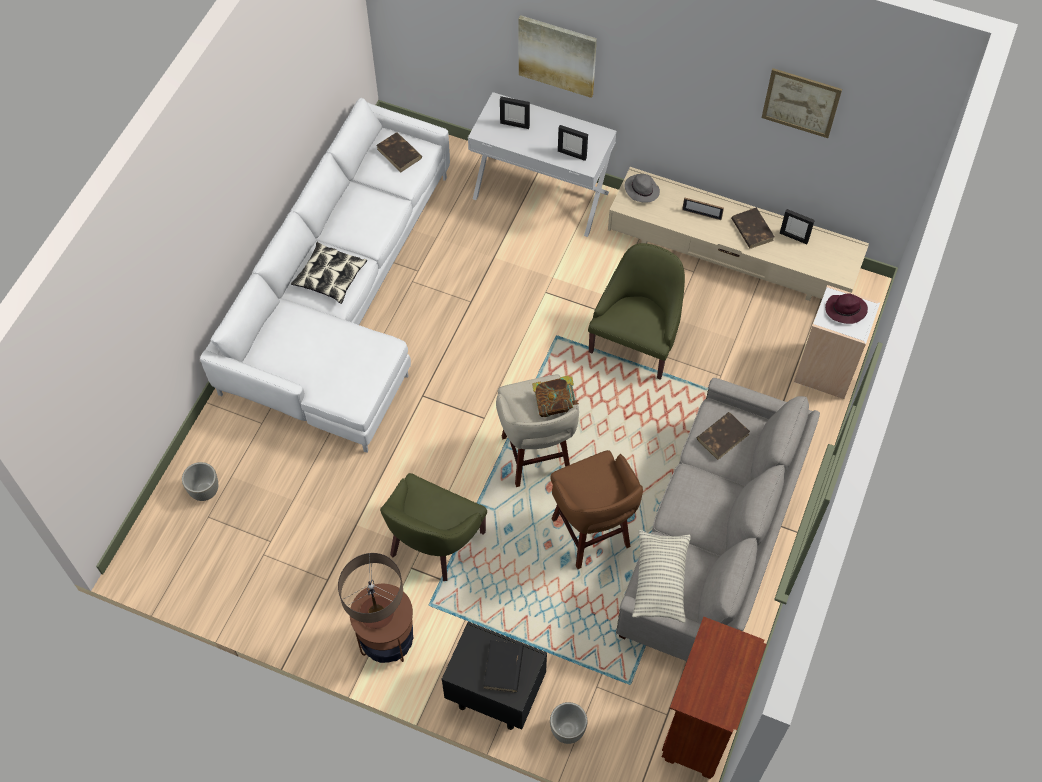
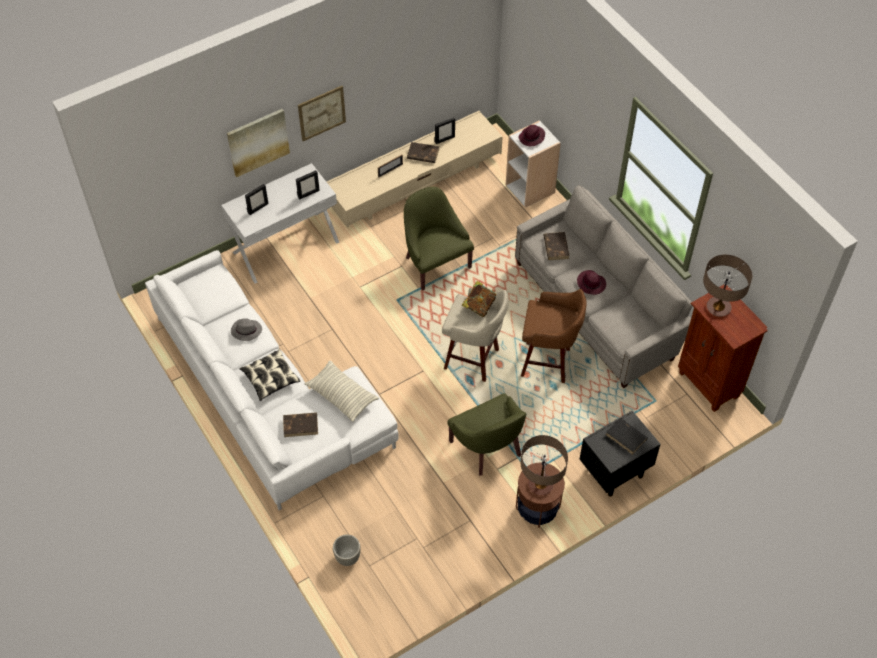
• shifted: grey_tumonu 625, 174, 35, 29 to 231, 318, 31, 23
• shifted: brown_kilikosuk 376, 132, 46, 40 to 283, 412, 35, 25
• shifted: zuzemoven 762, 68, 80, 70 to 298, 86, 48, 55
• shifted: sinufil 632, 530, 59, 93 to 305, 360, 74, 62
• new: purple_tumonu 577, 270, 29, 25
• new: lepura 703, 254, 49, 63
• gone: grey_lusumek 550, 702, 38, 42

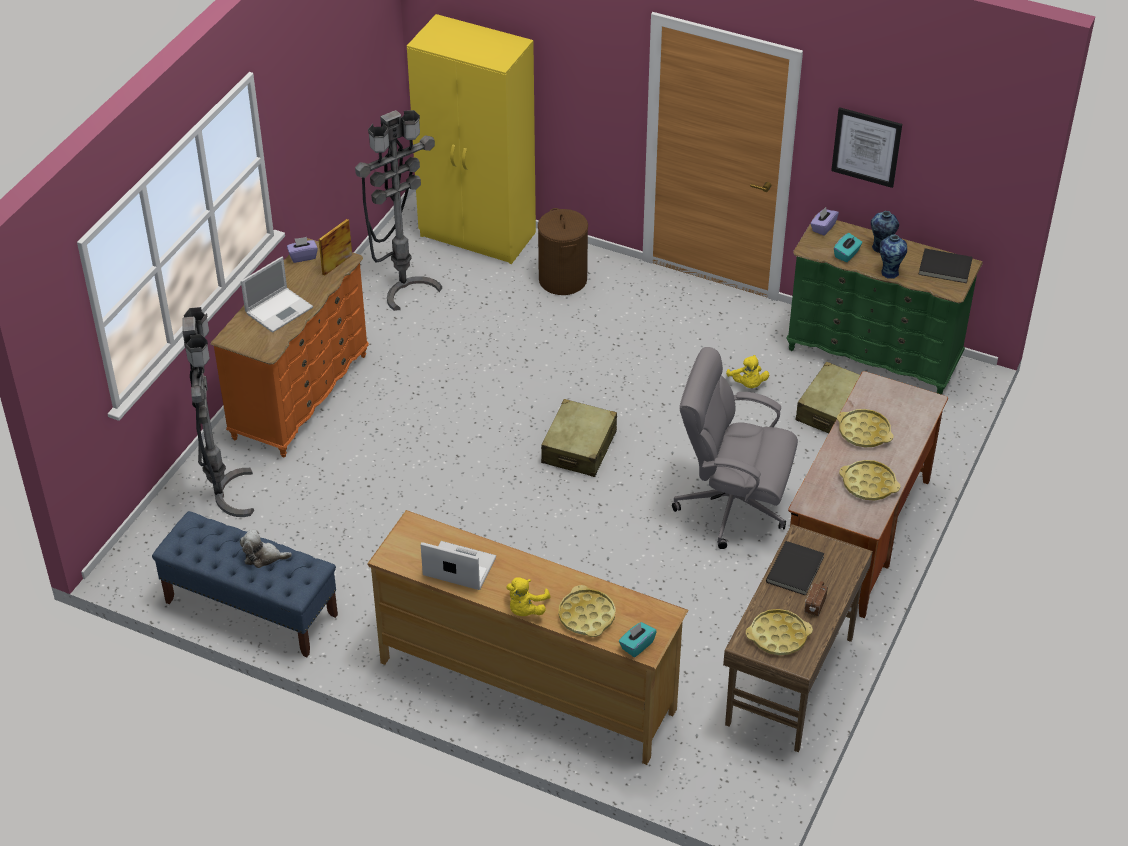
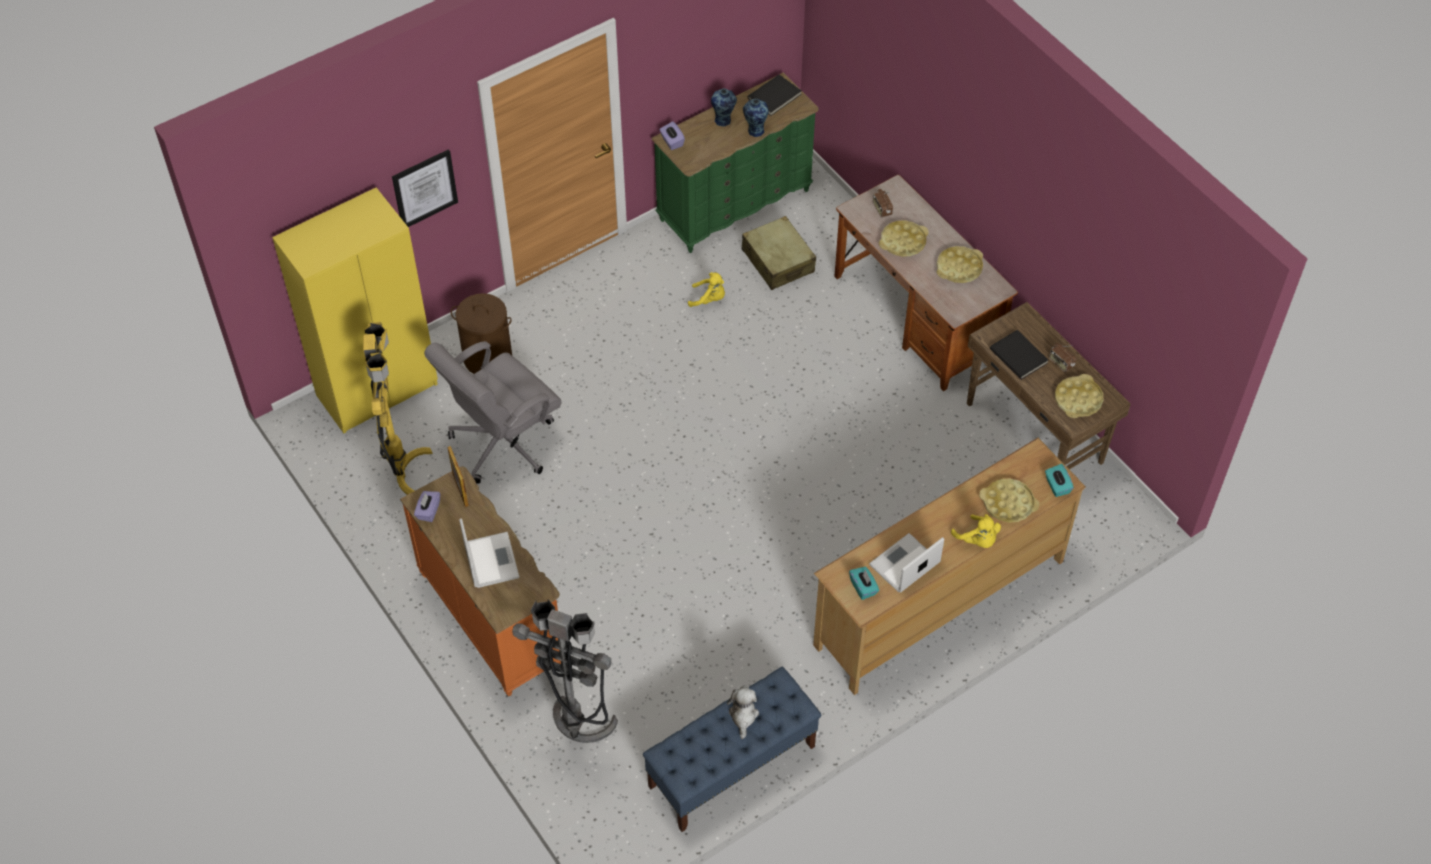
• repainted: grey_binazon 355, 110, 87, 201 to yellow_binazon 363, 322, 70, 173
• shifted: zuzemoven 831, 107, 71, 81 to 392, 149, 66, 78
• shifted: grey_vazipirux 672, 347, 126, 202 to 424, 341, 138, 143
• rotated: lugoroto 240, 530, 52, 38 = 727, 686, 32, 53 150 degrees clockwise
• shifted: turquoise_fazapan 834, 233, 28, 29 to 849, 567, 30, 33
• new: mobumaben 873, 189, 20, 28
• gone: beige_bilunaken 541, 399, 76, 78

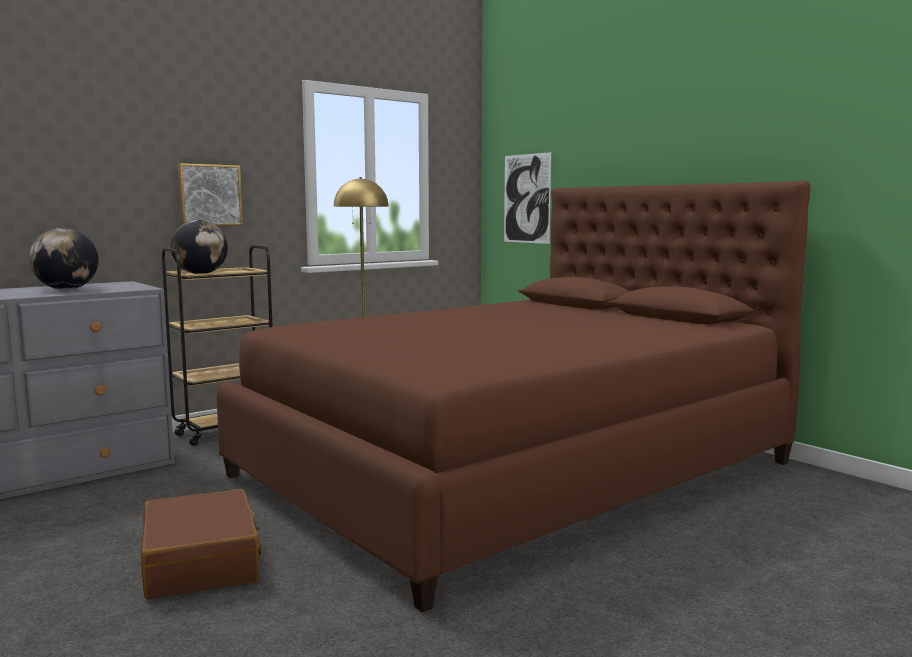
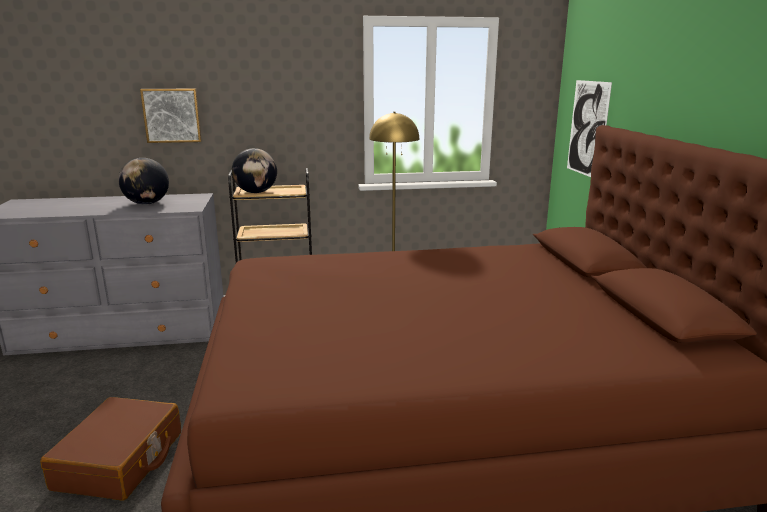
• shifted: zuzemoven 178, 163, 65, 63 to 140, 89, 62, 54

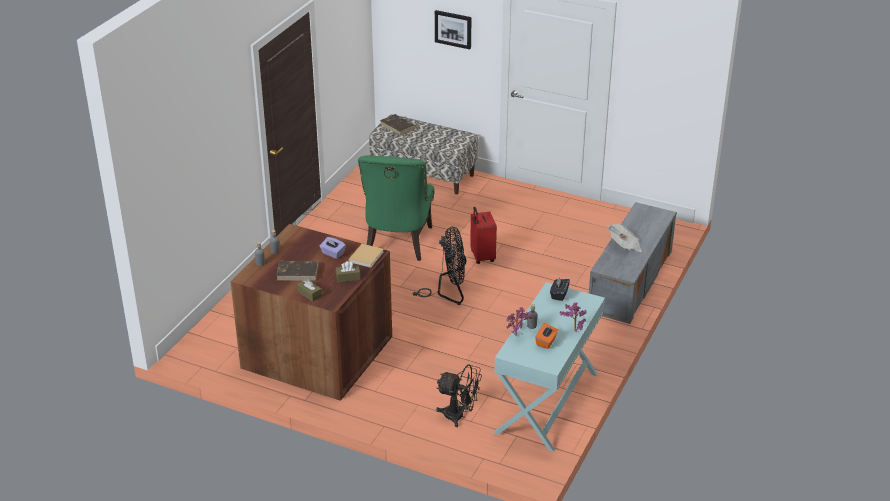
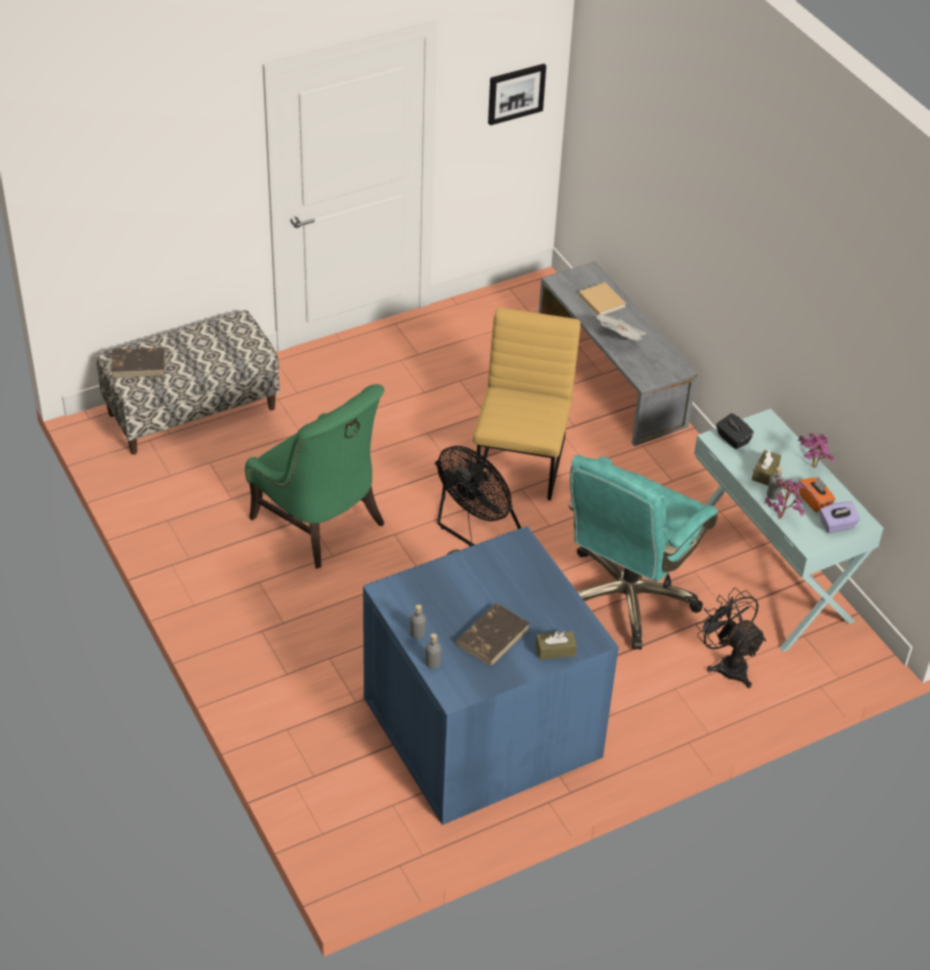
• repainted: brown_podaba 230, 224, 162, 177 to blue_podaba 363, 526, 256, 299
• new: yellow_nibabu 473, 308, 108, 192
• shifted: zuzemoven 435, 10, 36, 39 to 488, 64, 58, 61
• new: turquoise_vazipirux 569, 455, 149, 195
• shifted: beige_kilikosuk 349, 244, 35, 24 to 579, 282, 47, 33
• rotated: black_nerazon 436, 364, 46, 63 = 696, 588, 70, 100 90 degrees counterclockwise
• shifted: brown_fazapan 336, 261, 24, 21 to 752, 450, 29, 36
• shifted: purple_fazapan 319, 237, 27, 22 to 820, 502, 40, 31
• gone: red_bilunaken 470, 207, 27, 57

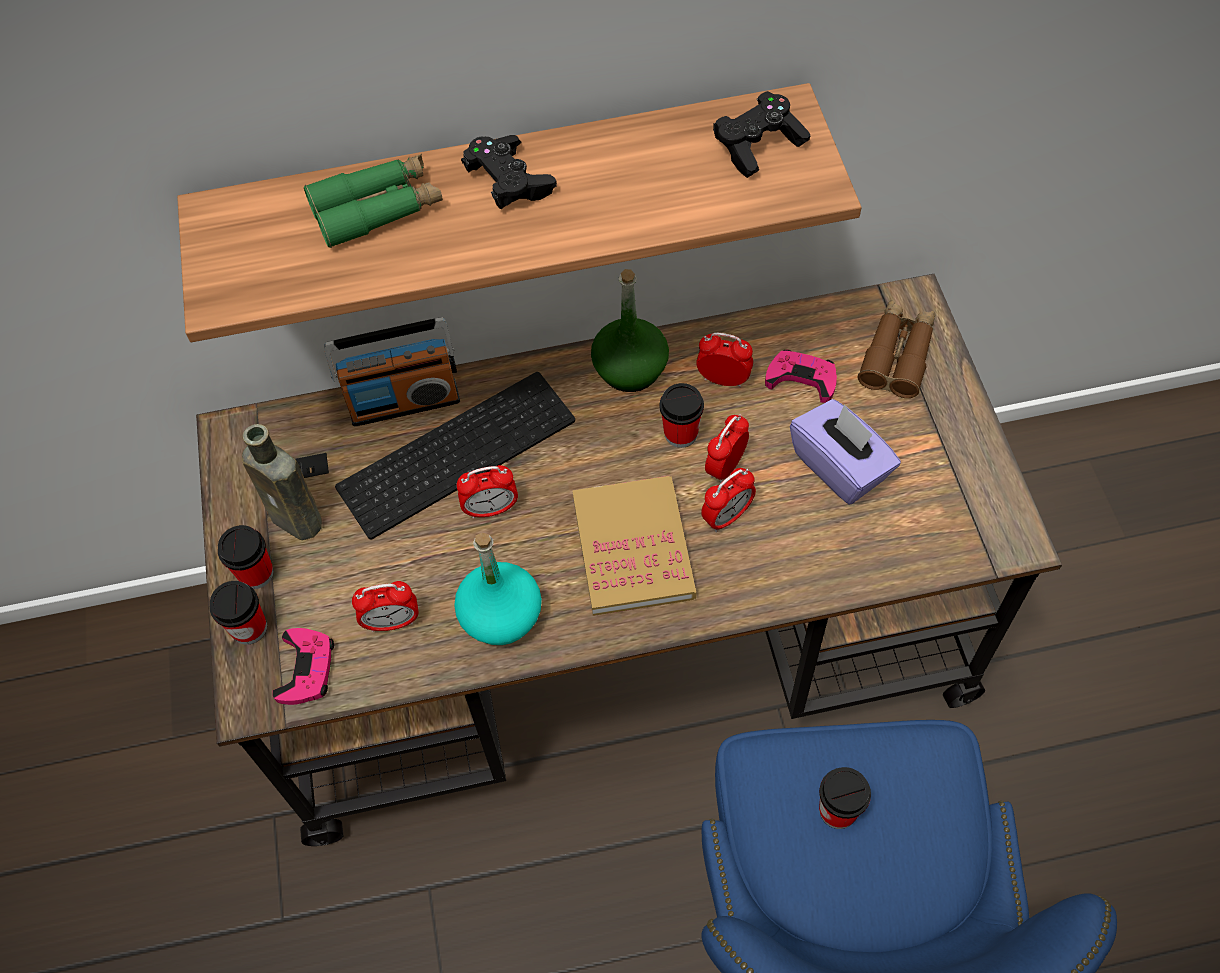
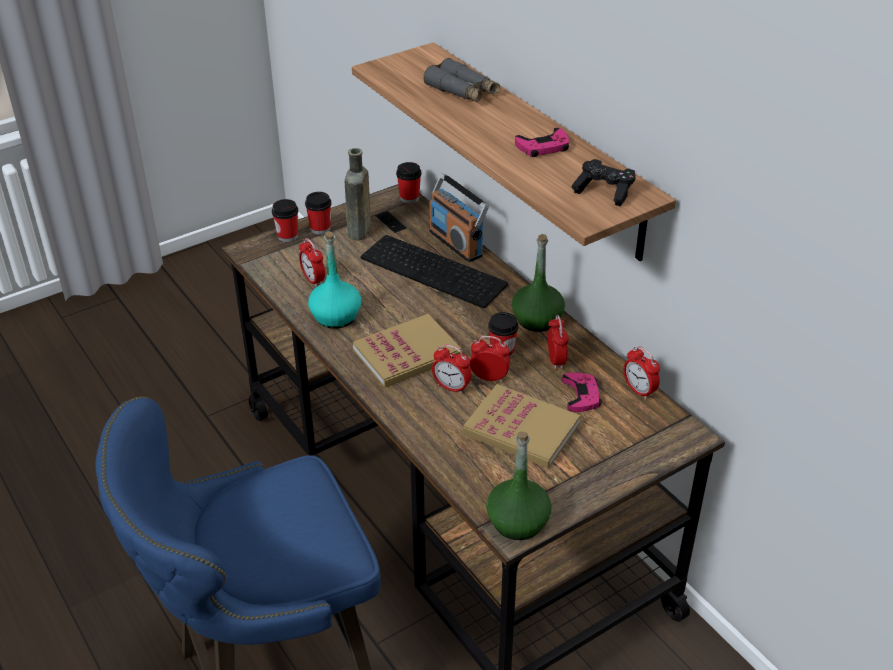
• shifted: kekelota 819, 767, 52, 62 to 396, 162, 26, 41
• repainted: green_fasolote 304, 154, 139, 94 to grey_fasolote 423, 58, 77, 44
• swapped: purple_fazapan 790, 399, 111, 105 to kilikosuk 463, 384, 117, 85
• new: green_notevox 486, 431, 66, 109
• shifted: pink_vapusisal 272, 628, 62, 77 to 515, 128, 54, 29
• shifted: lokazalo 457, 465, 61, 54 to 623, 346, 37, 54
• gone: black_vapusisal 461, 135, 96, 74
• gone: brown_fasolote 857, 300, 78, 98

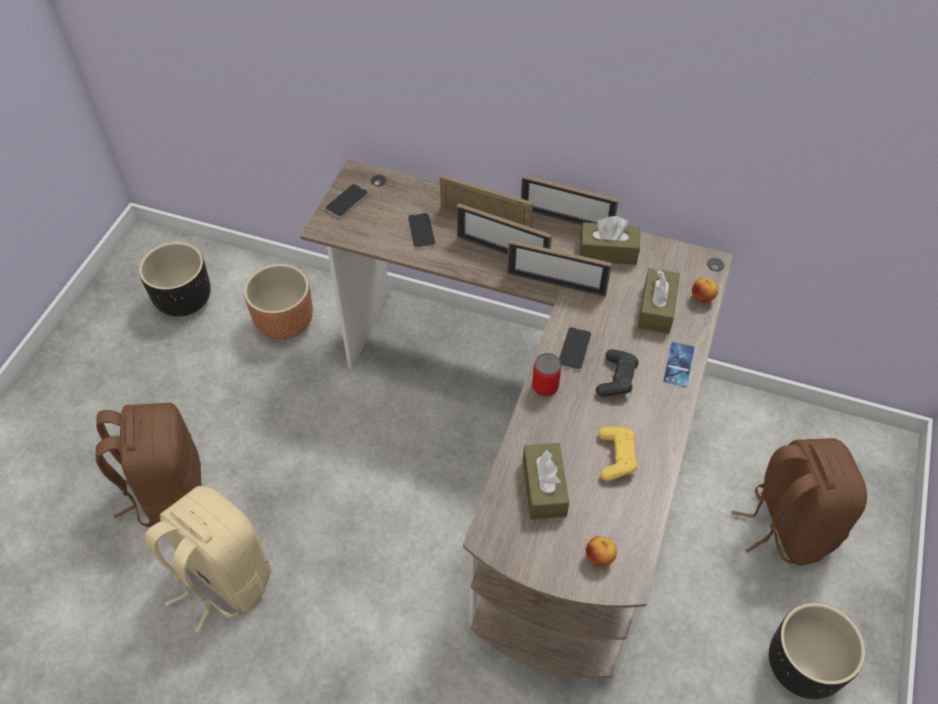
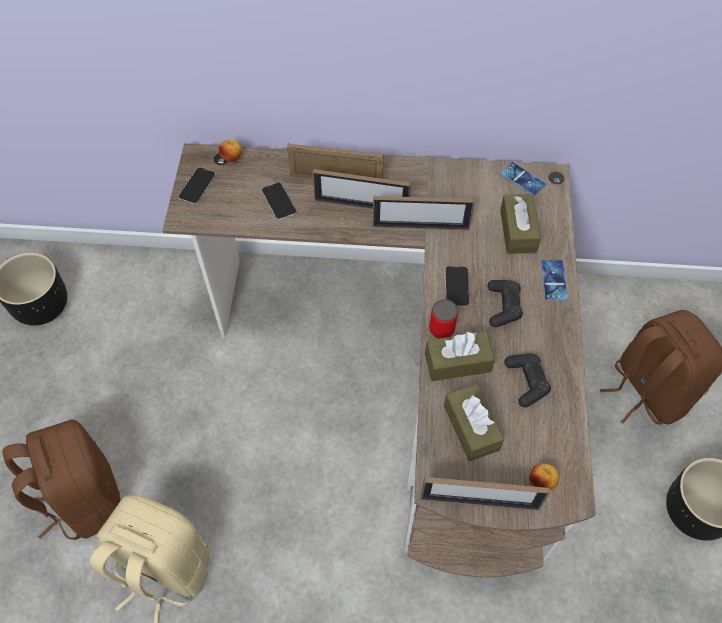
• shifted: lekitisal 692, 278, 26, 25 to 219, 140, 23, 22
• shifted: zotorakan 521, 175, 98, 51 to 421, 477, 129, 34
• shifted: brown_fazapan 580, 216, 60, 49 to 425, 331, 70, 50
• new: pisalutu 500, 162, 46, 34
• repainted: yellow_vapusisal 598, 427, 40, 54 to black_vapusisal 504, 354, 47, 54
• gone: brown_lusumek 244, 264, 69, 76

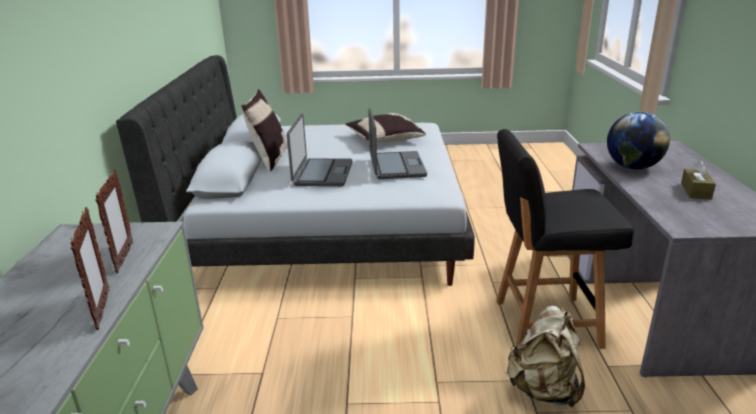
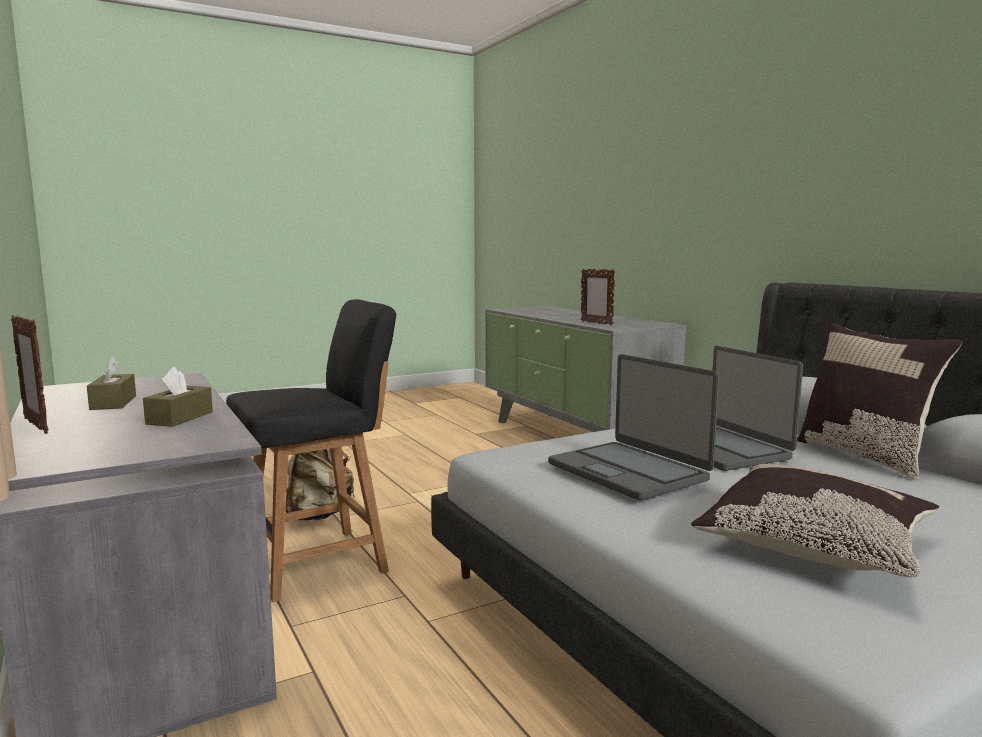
• shifted: zotorakan 71, 207, 38, 123 to 11, 315, 37, 119
• swapped: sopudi 607, 112, 63, 57 to brown_fazapan 143, 367, 70, 60

